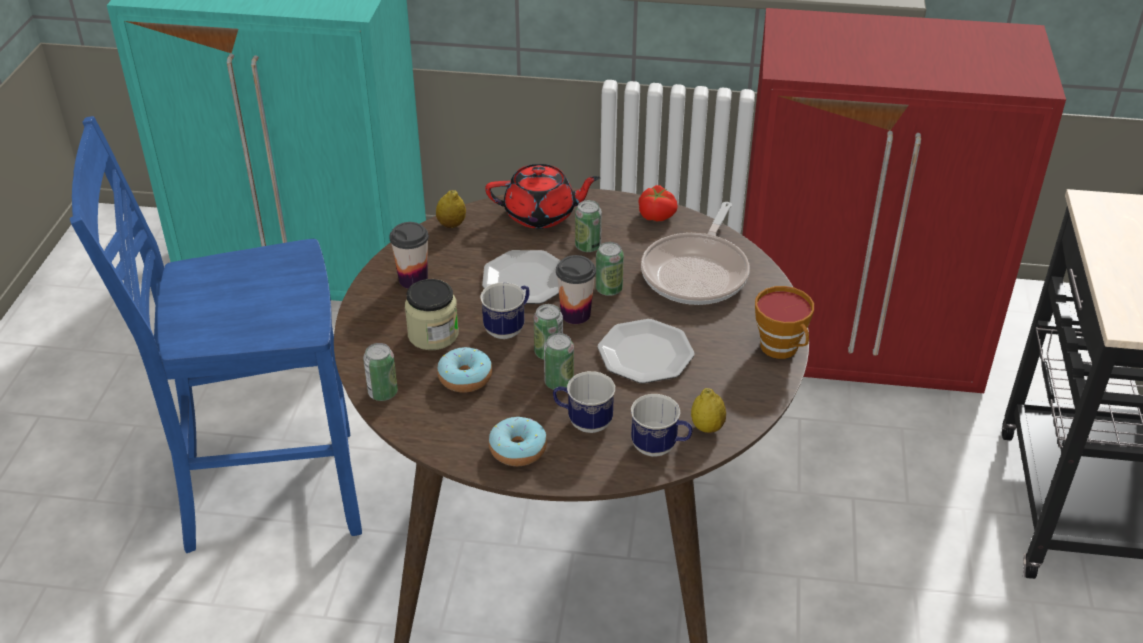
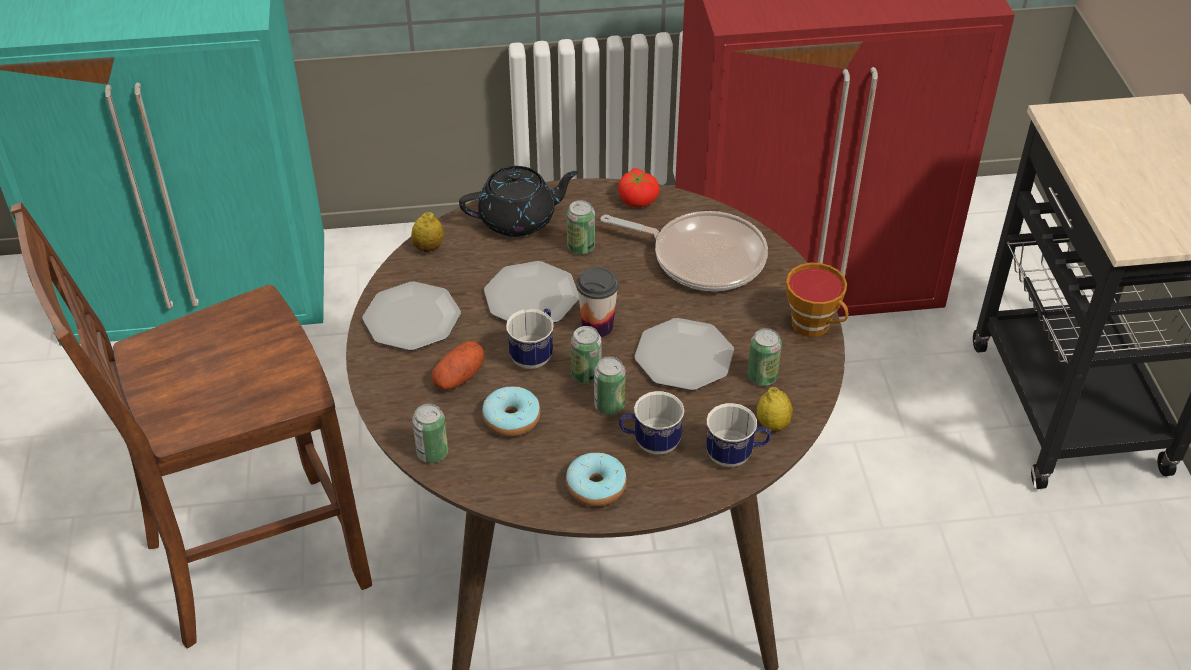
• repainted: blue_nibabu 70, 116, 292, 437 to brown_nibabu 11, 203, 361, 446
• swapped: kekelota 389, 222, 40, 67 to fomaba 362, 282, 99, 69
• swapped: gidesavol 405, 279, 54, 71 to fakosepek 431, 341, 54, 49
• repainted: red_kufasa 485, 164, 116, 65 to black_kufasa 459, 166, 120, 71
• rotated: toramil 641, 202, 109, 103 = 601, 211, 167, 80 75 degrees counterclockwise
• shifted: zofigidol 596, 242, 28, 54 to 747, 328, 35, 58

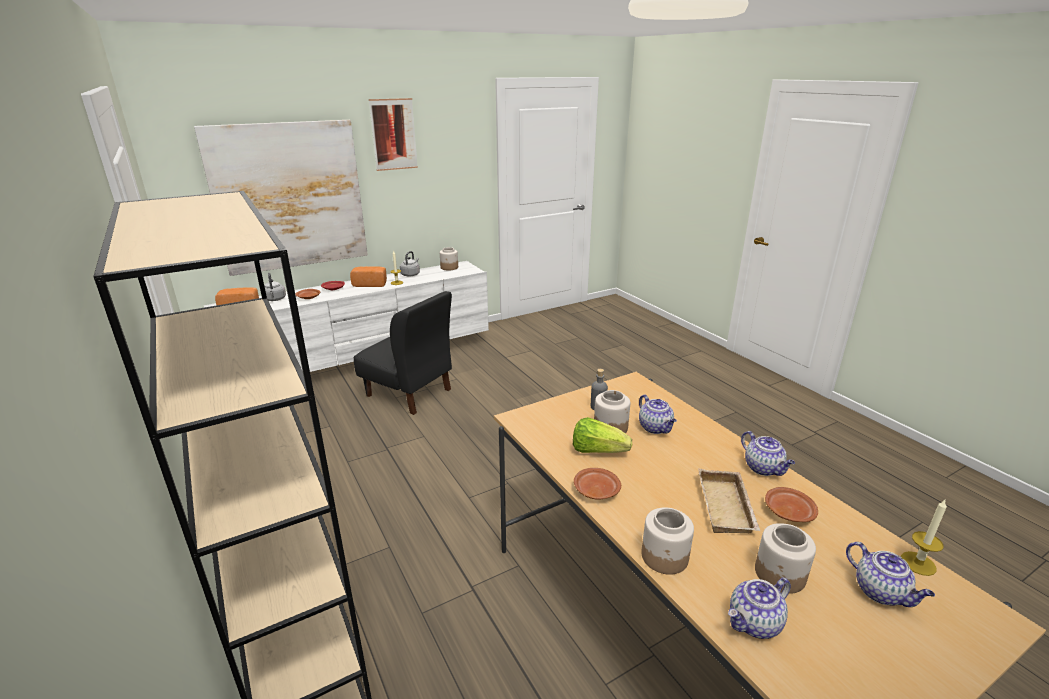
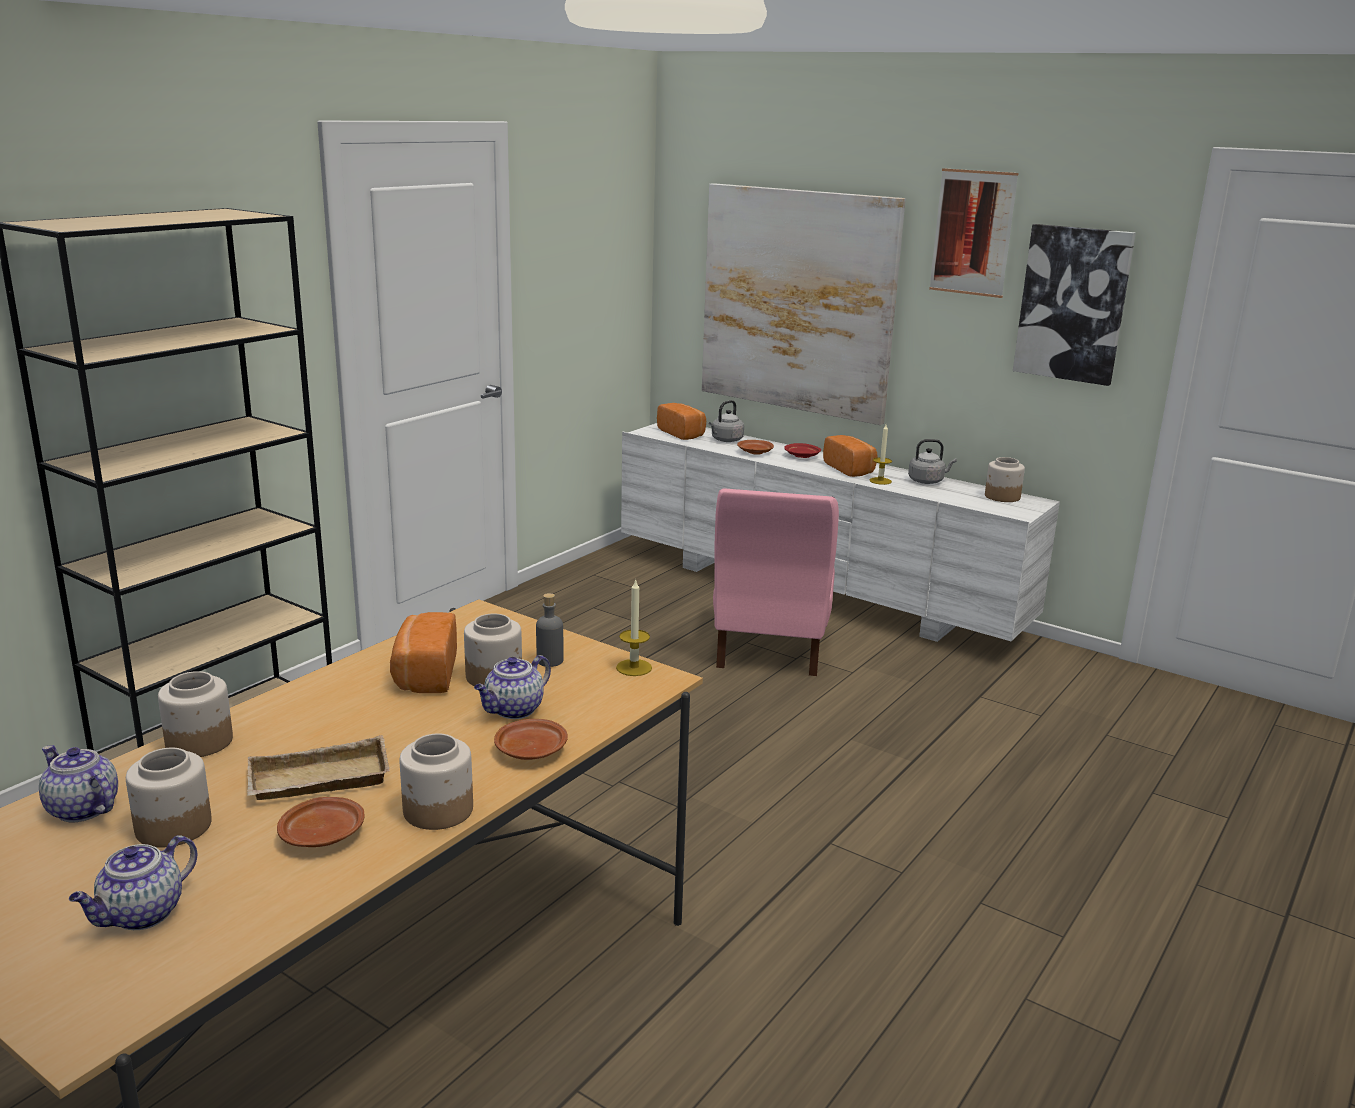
• swapped: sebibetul 573, 417, 59, 36 to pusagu 390, 612, 67, 81
• swapped: kufasa 741, 431, 54, 45 to gidesavol 399, 733, 74, 97
• shifted: brown_fomaba 574, 468, 47, 32 to 494, 719, 74, 41
• shifted: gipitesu 901, 500, 46, 76 to 616, 578, 36, 98
• repainted: black_nibabu 354, 291, 98, 124 to pink_nibabu 713, 488, 126, 188
• new: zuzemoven 1013, 224, 123, 162

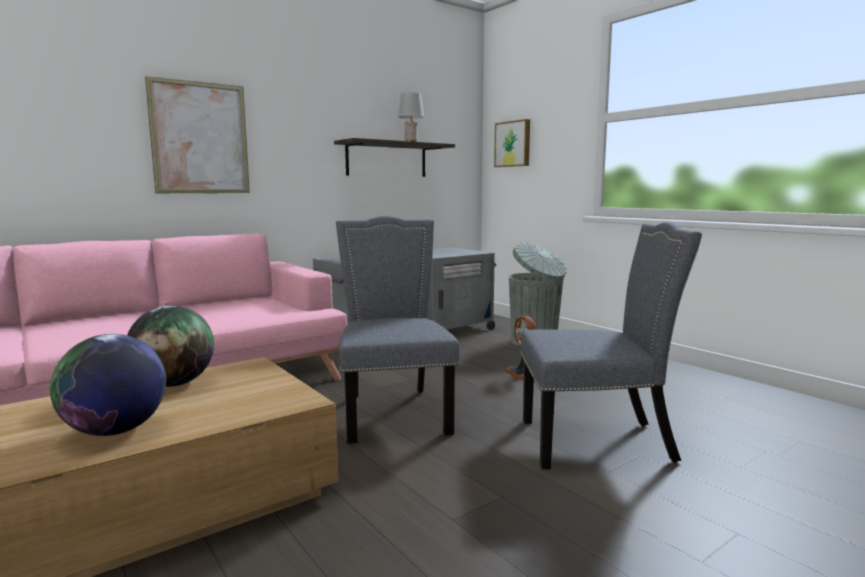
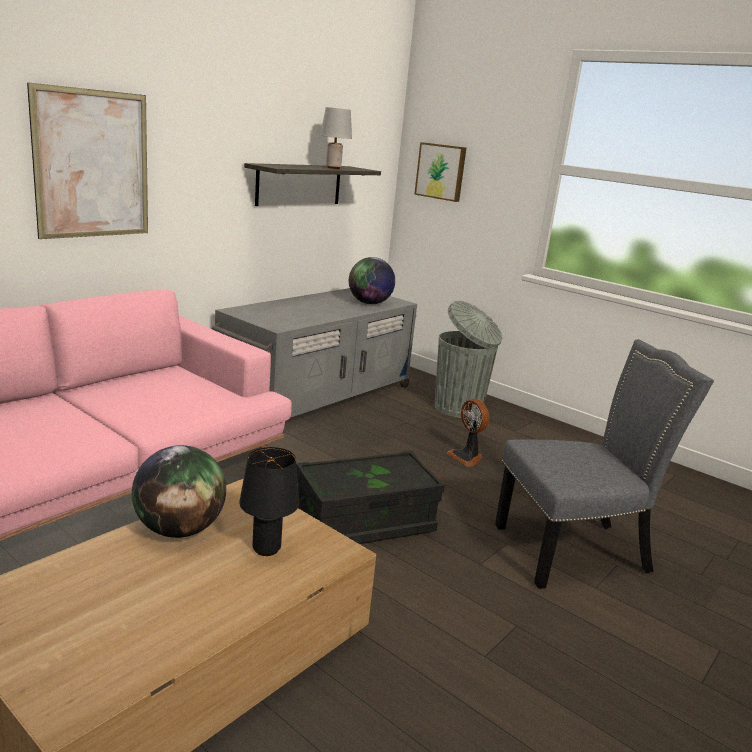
• new: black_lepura 239, 447, 60, 109
• swapped: grey_nibabu 336, 216, 124, 228 to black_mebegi 296, 451, 149, 93
• shifted: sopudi 50, 334, 116, 102 to 349, 257, 46, 47

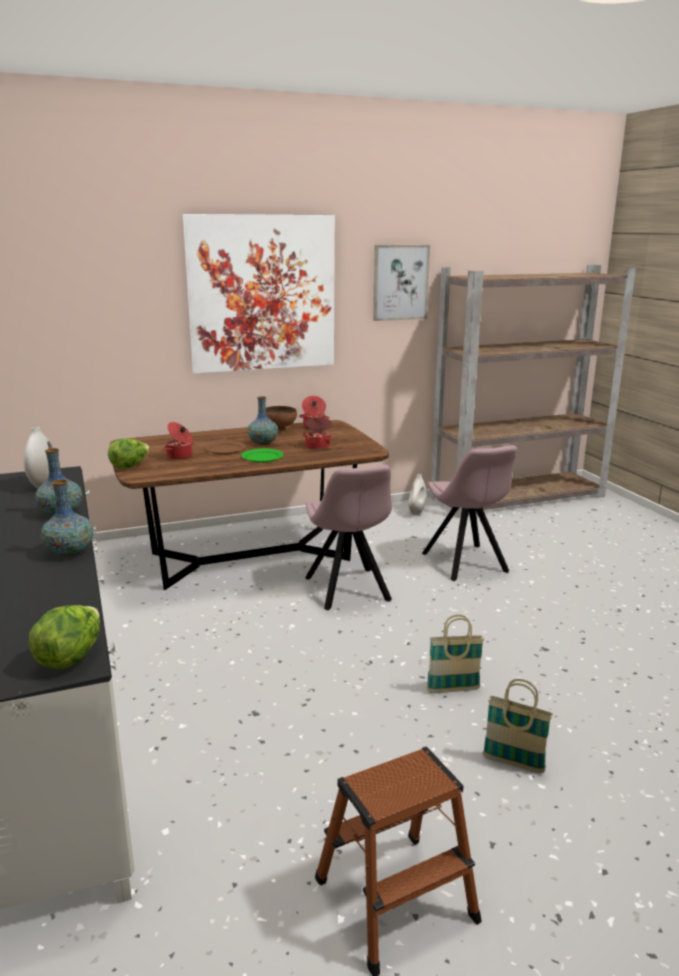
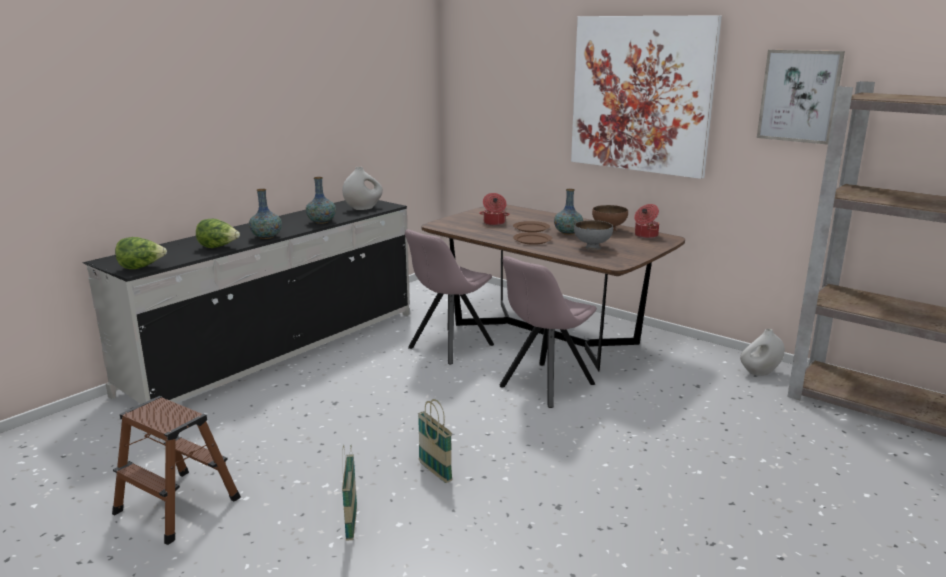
• shifted: sebibetul 108, 438, 42, 31 to 196, 219, 44, 29
• shifted: pink_nibabu 422, 445, 95, 136 to 405, 230, 89, 135
• repainted: green_fomaba 241, 448, 43, 15 to brown_fomaba 513, 232, 39, 13
• swapped: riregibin 302, 416, 32, 34 to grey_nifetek 574, 220, 39, 30

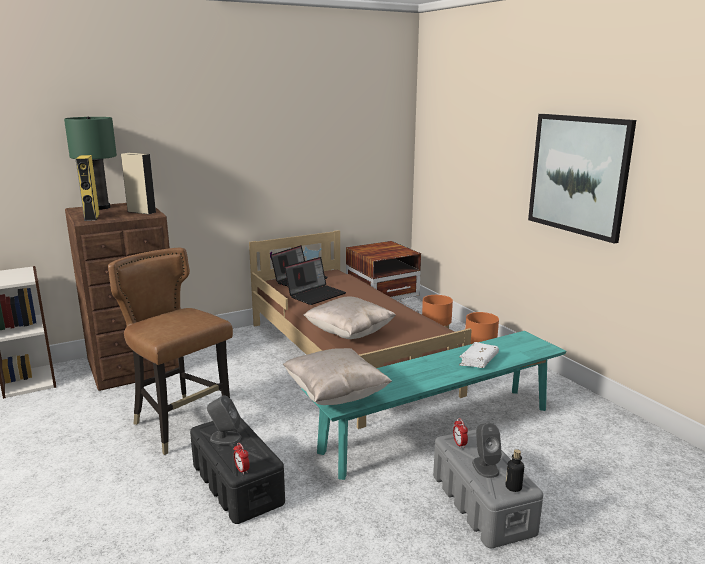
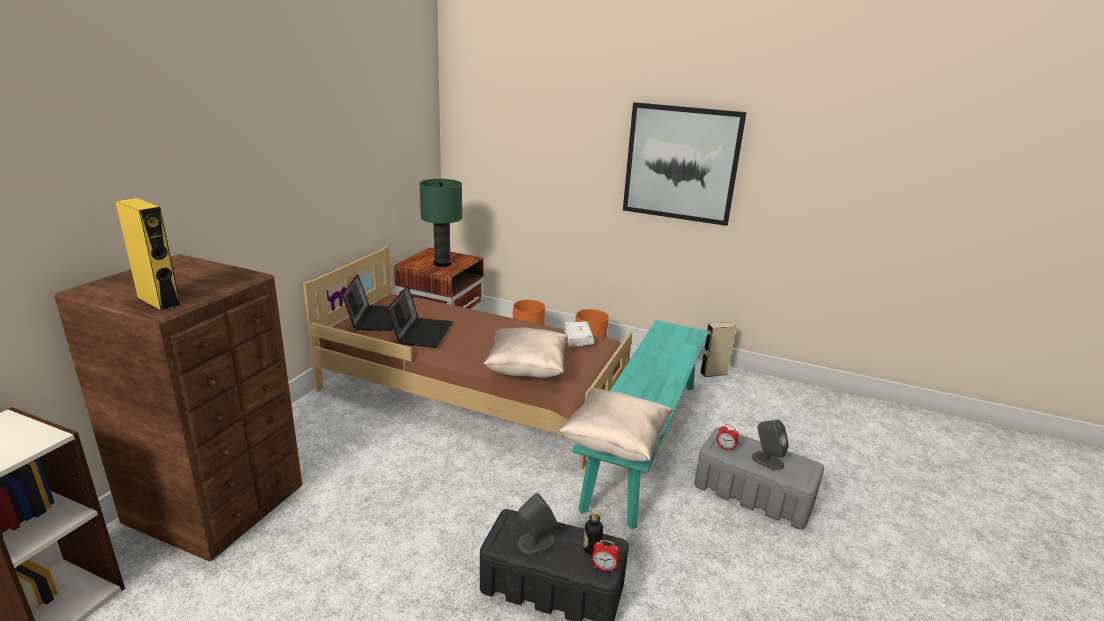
• shifted: green_lepura 64, 117, 53, 93 to 420, 179, 42, 88
• shifted: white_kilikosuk 459, 342, 40, 26 to 564, 322, 30, 26
• shifted: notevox 506, 449, 18, 43 to 583, 510, 20, 45
• shifted: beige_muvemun 121, 153, 35, 61 to 700, 322, 36, 55
• gone: brown_nibabu 108, 248, 125, 207

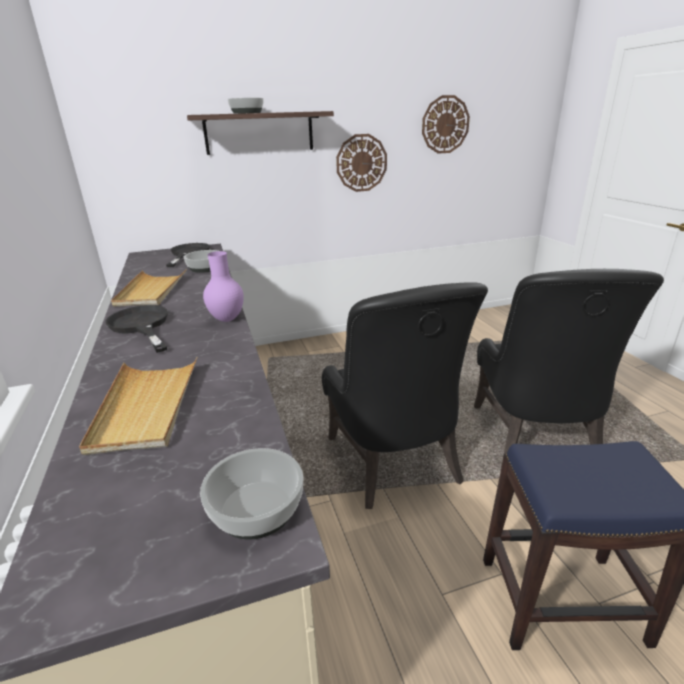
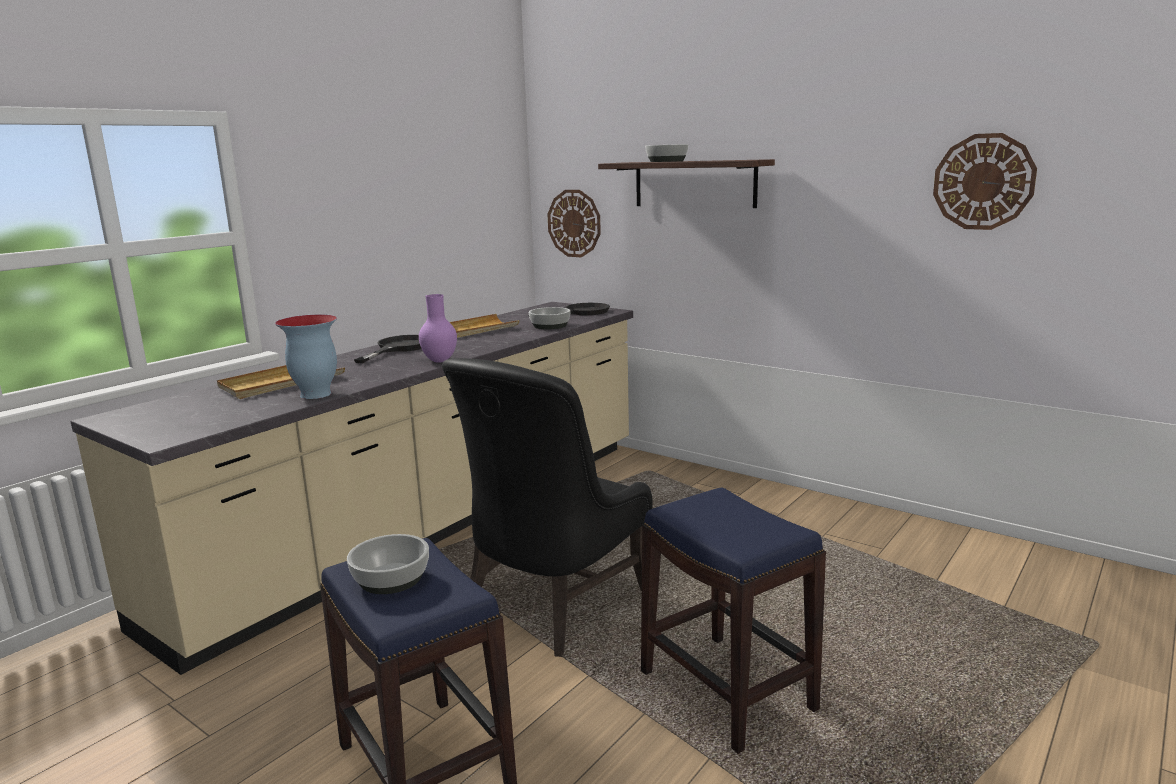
• new: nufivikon 275, 314, 62, 85
• shifted: nifetek 200, 448, 104, 92 to 347, 534, 82, 60
• shifted: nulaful 336, 134, 51, 58 to 548, 190, 53, 67
• swapped: black_nibabu 474, 269, 190, 198 to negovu 641, 488, 185, 266

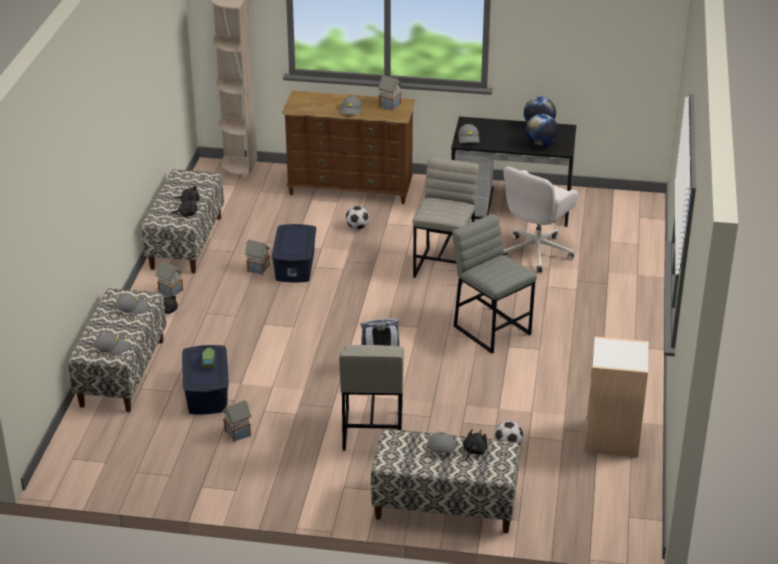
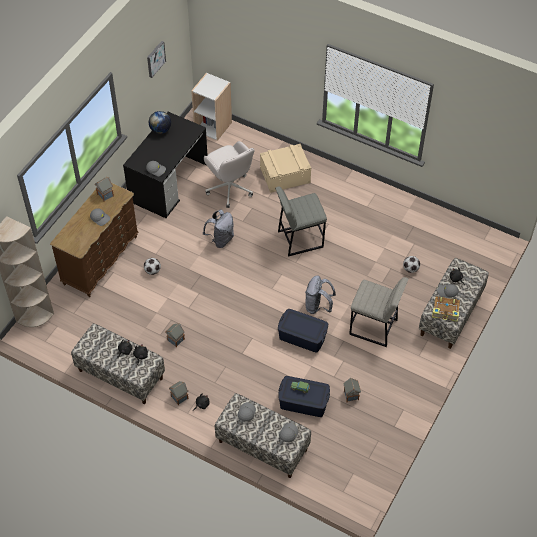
• new: zuzemoven 147, 41, 19, 37
• shifted: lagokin 584, 336, 65, 122 to 191, 73, 41, 68
• swapped: grey_nibabu 413, 157, 66, 126 to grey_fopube 203, 210, 31, 38
• new: beige_mebegi 260, 144, 51, 49
• shifted: blue_mebegi 272, 224, 44, 58 to 278, 309, 50, 44
• new: kilikosuk 432, 296, 28, 26
• gone: sopudi 525, 114, 33, 33

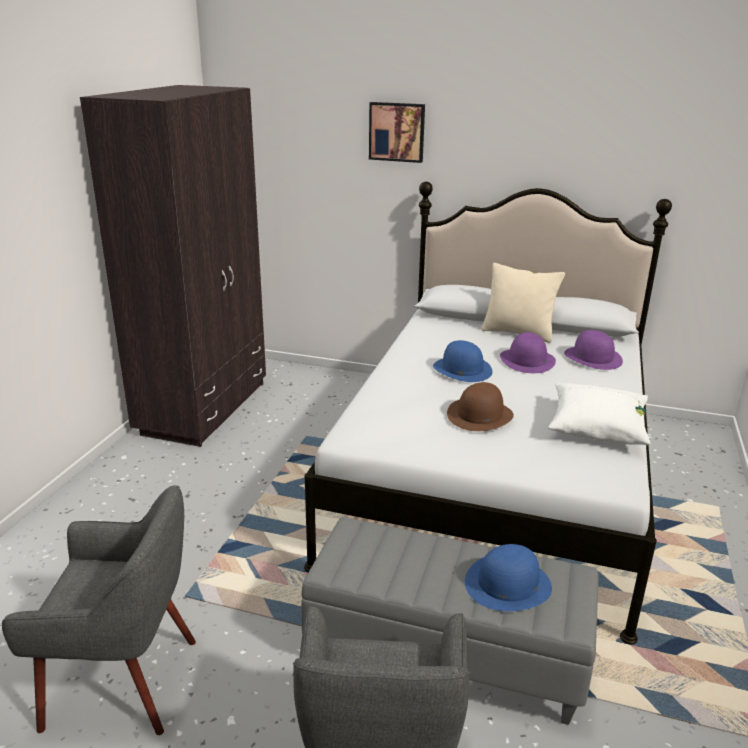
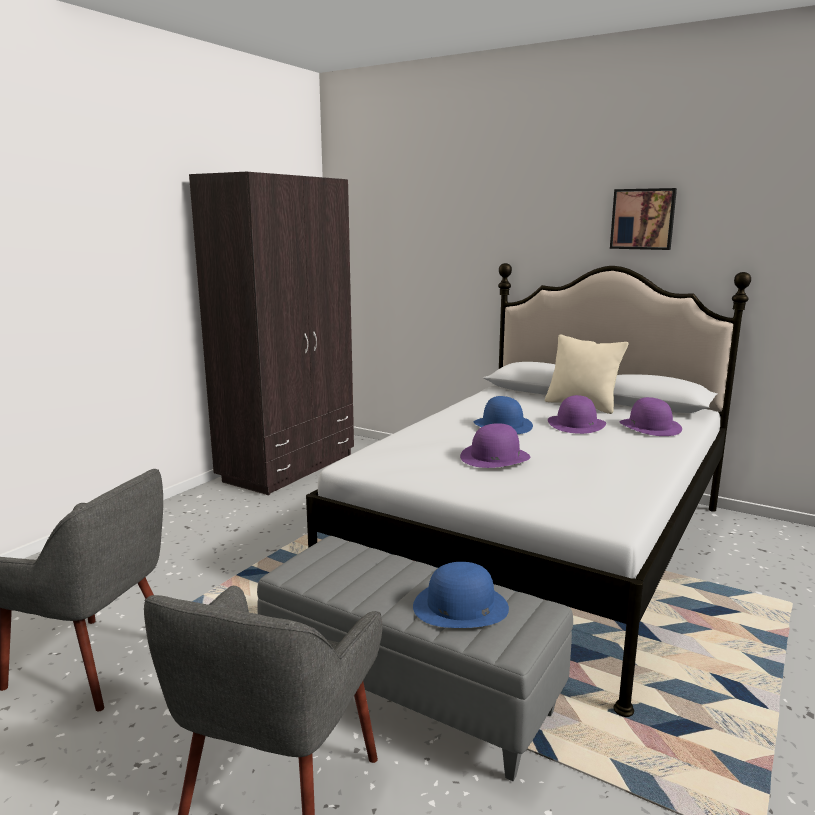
• repainted: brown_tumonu 447, 382, 67, 49 to purple_tumonu 460, 423, 70, 45
• shifted: zuzemoven 369, 102, 56, 61 to 610, 188, 67, 62
• gone: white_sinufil 548, 383, 103, 62

